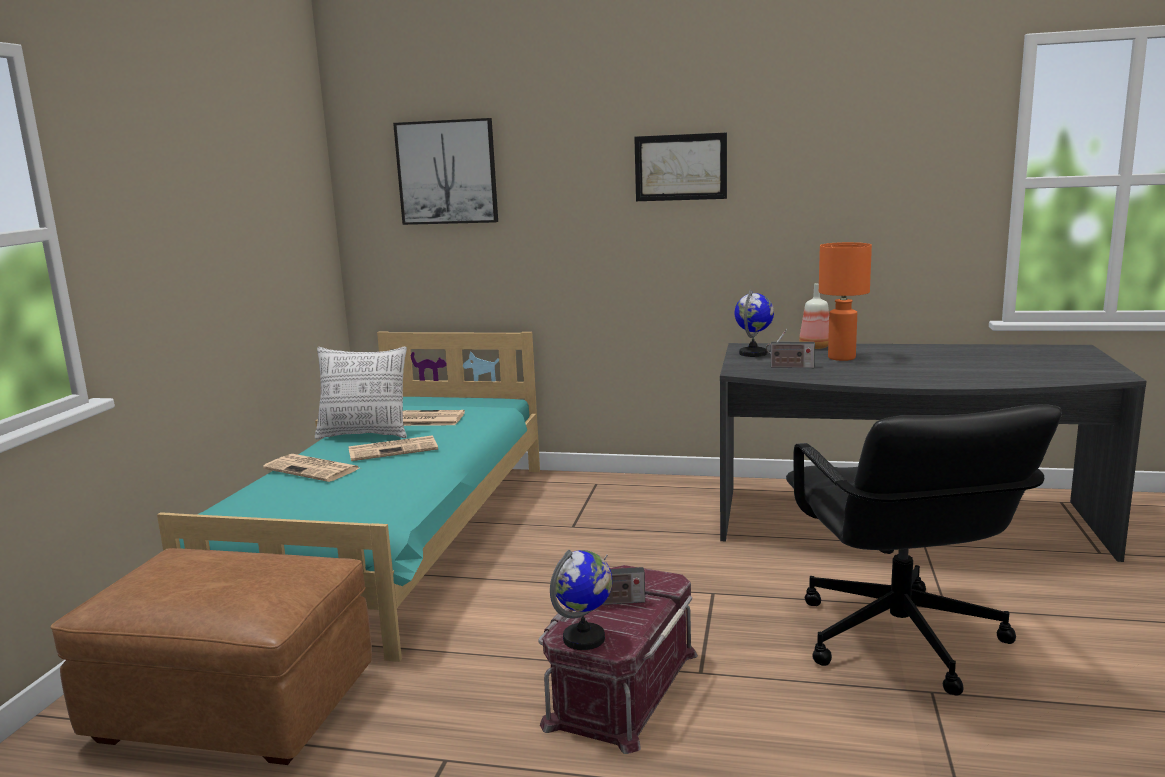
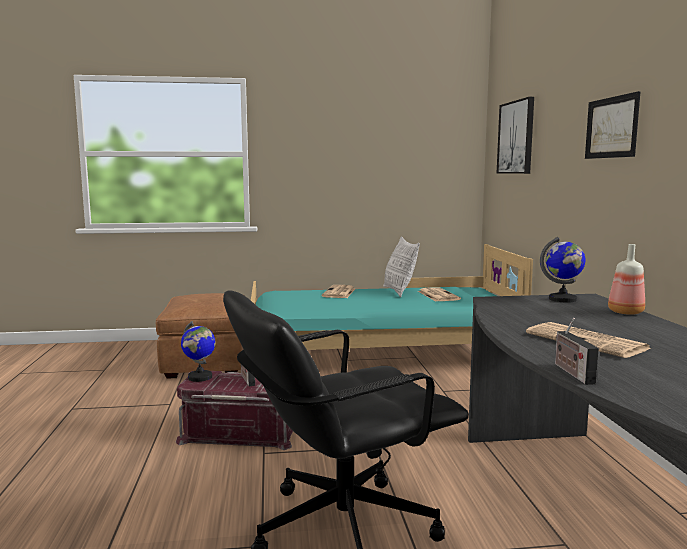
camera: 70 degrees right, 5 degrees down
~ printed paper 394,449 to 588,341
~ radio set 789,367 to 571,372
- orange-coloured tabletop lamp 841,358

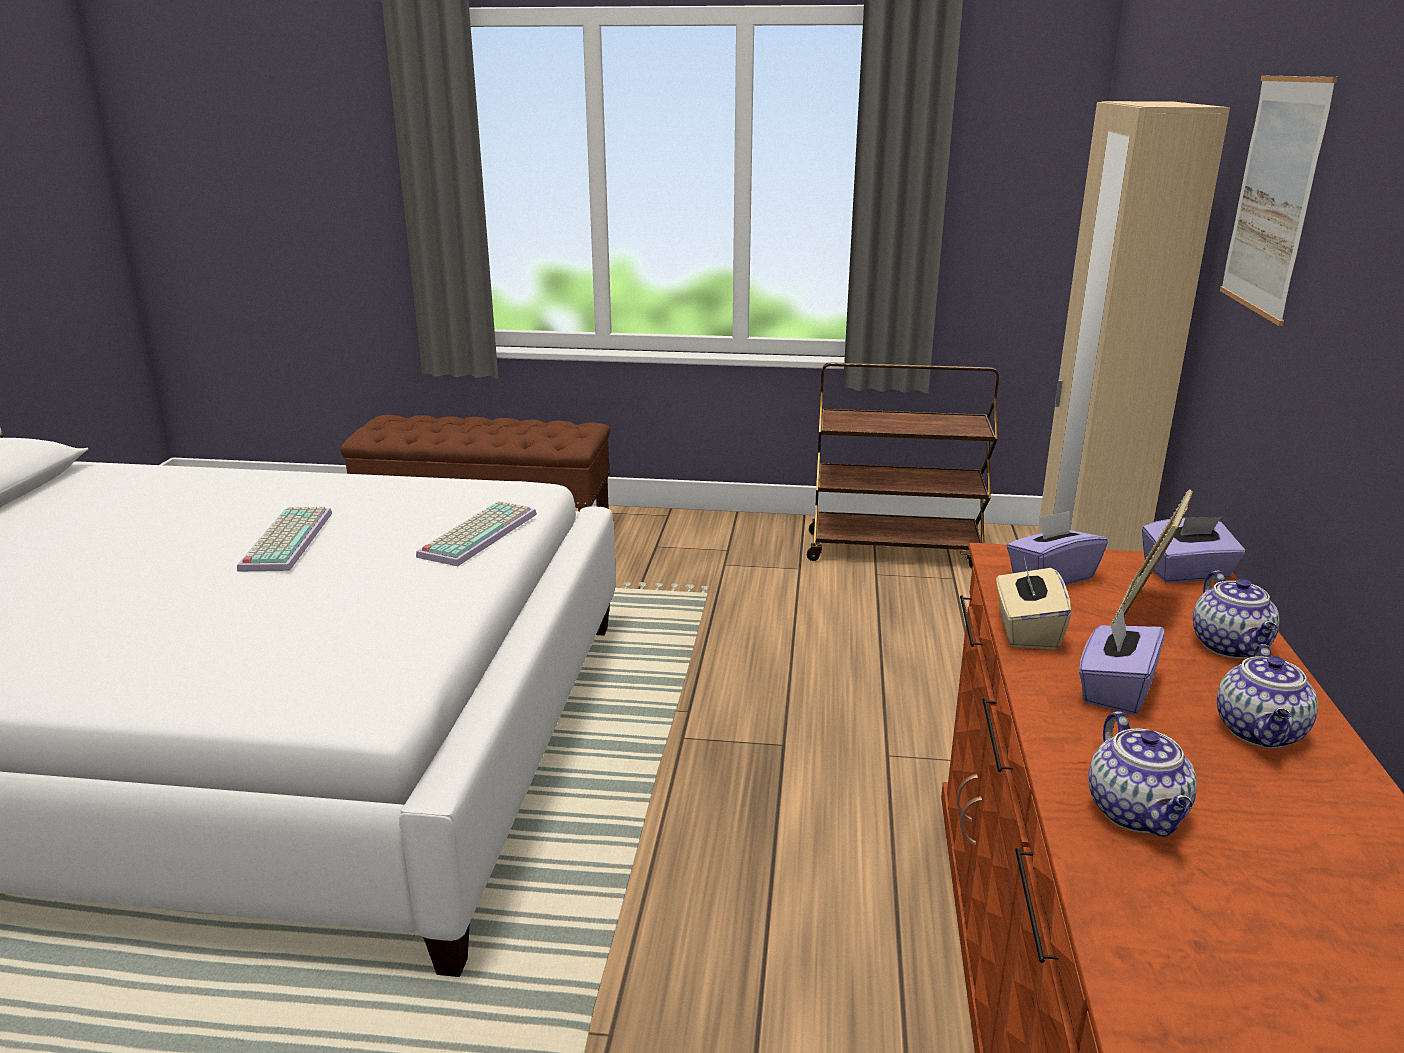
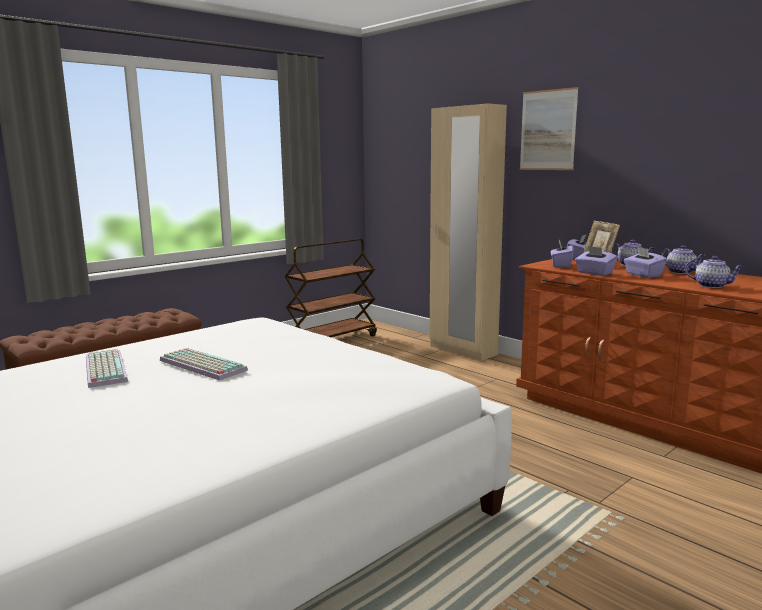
camera: 50 degrees left, 10 degrees down
~ PC keyboard 477,533 to 103,369
~ sand-coloured box of tissues 1026,631 to purplish box of tissues 594,273

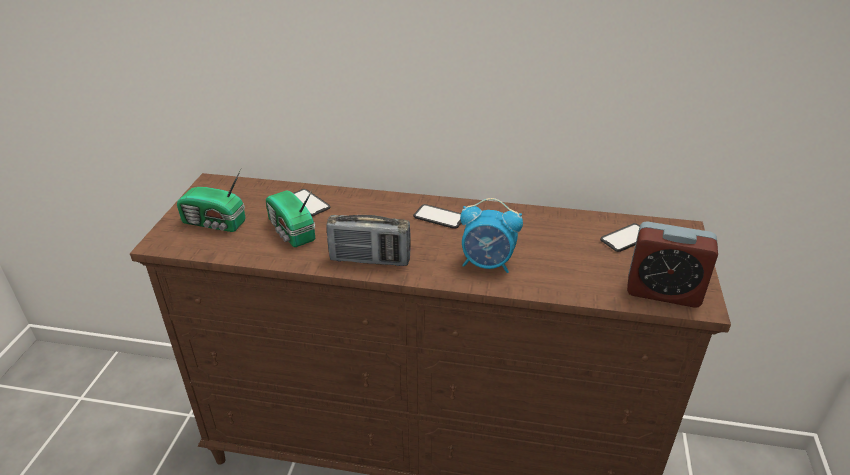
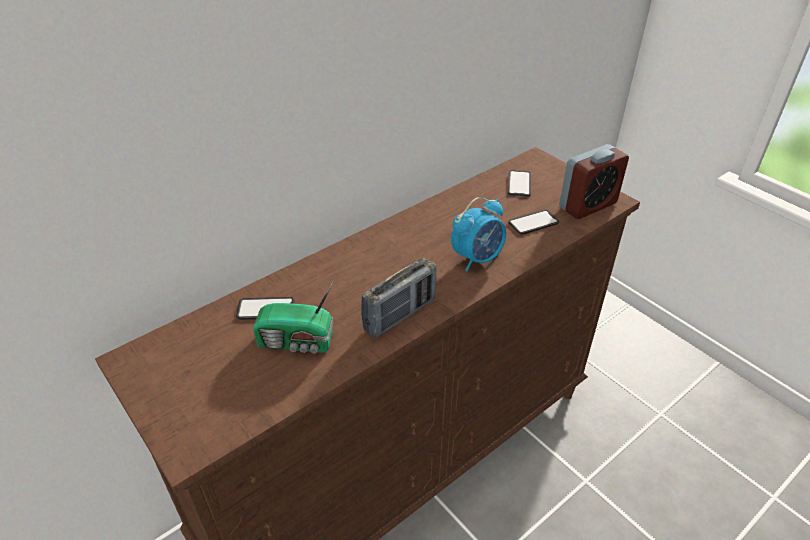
camera: 50 degrees left, 5 degrees up
~ phone 439,217 to 533,223
- radio set 215,223

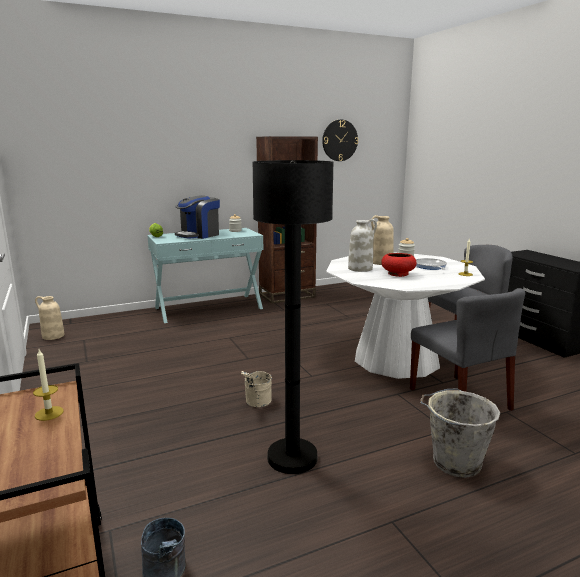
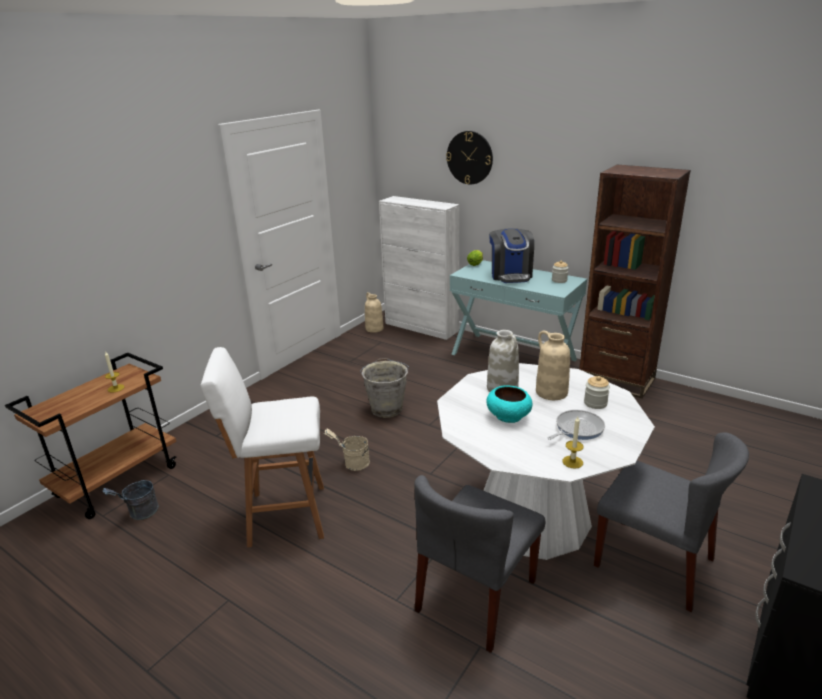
camera: 60 degrees right, 10 degrees up
~ black-coloured standard lamp 292,457 to white stool seat 283,515
~ grey water bucket 454,462 to 386,408
+ white storage cabinet 421,327
~ clock on the wall 339,140 to 469,157
~ red bowl 397,274 to turquoise bowl 508,415
~ coffee maker 199,235 = 510,275 105 degrees counterclockwise

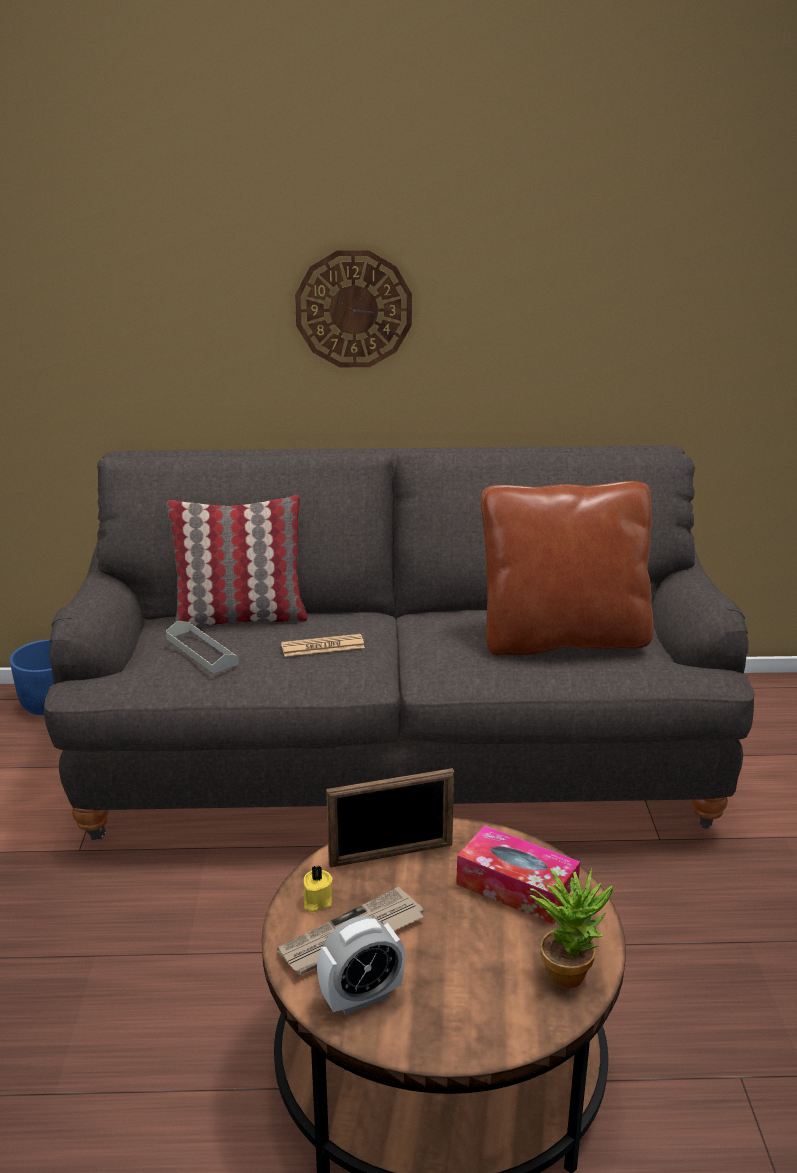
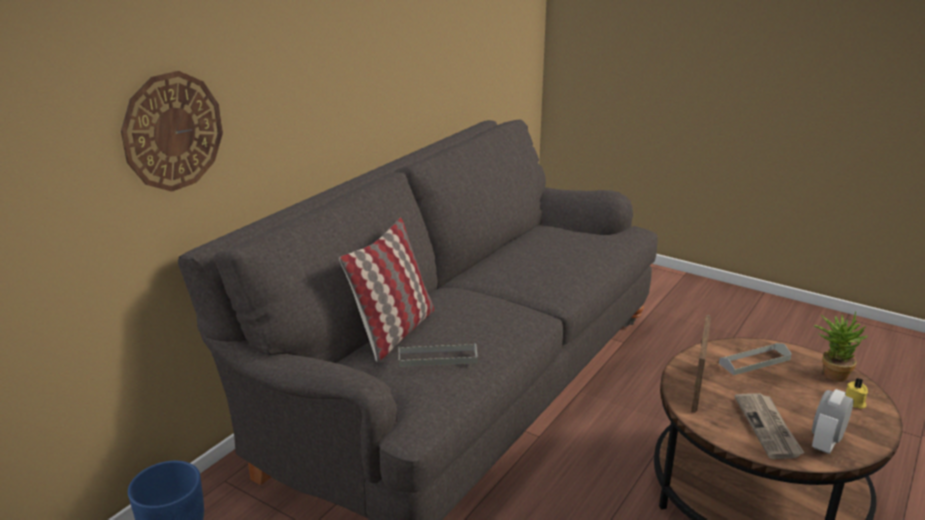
camera: 55 degrees left, 0 degrees up
~ clock on the wall 353,309 to 173,131
~ box of tissues 516,887 to grey serving tray 754,361
~ alarm clock 361,997 = 826,443 150 degrees counterclockwise
~ yellow wax light 316,901 to 854,403
- printed paper 322,646
- brown pillow 563,639

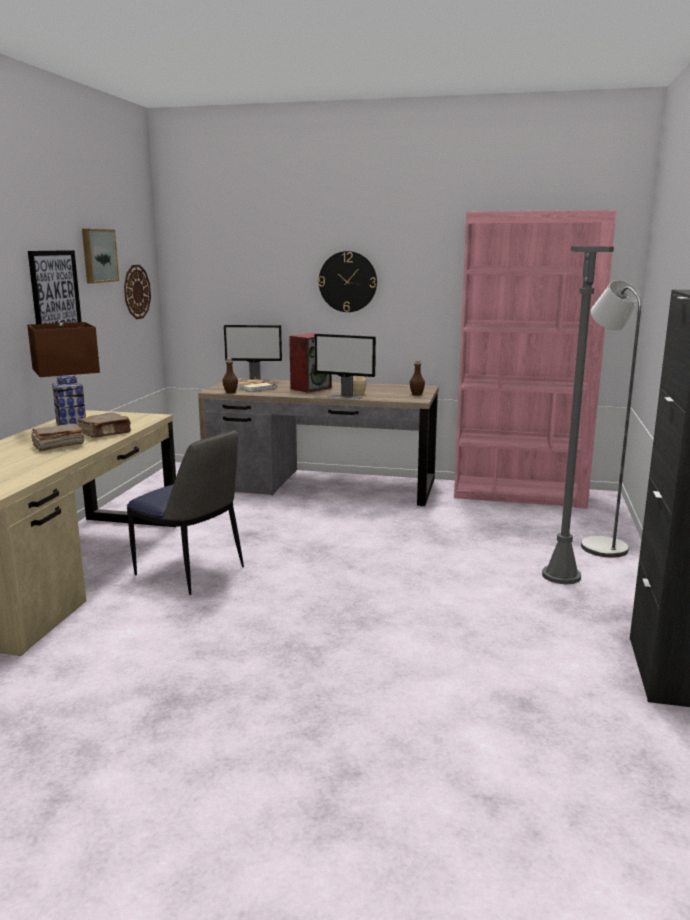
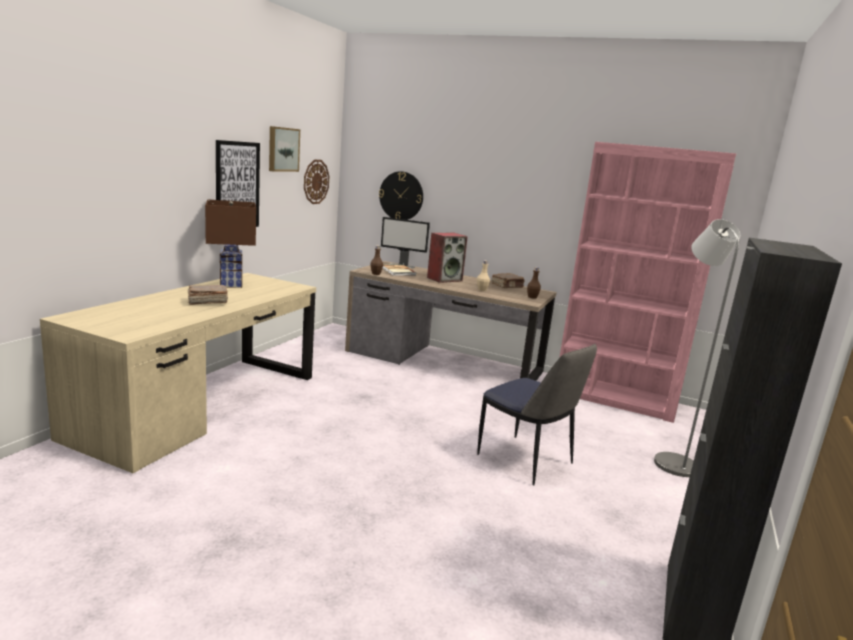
camera: 10 degrees right, 0 degrees up
~ clock on the wall 347,281 to 401,196
~ plain chair 191,572 to 527,460
~ brown book 106,433 to 507,286
- monitor 345,397
- grey standard lamp 561,576

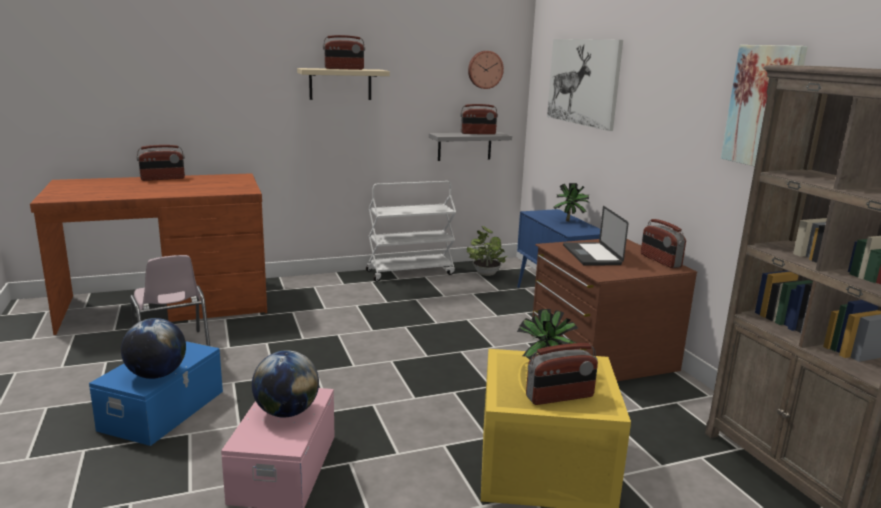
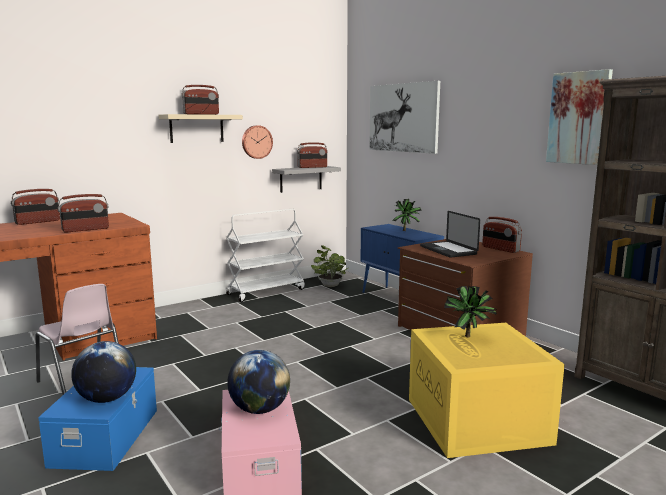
camera: 15 degrees left, 5 degrees down
~ radio set 560,397 to 85,229
~ clock on the wall 485,69 to 256,142

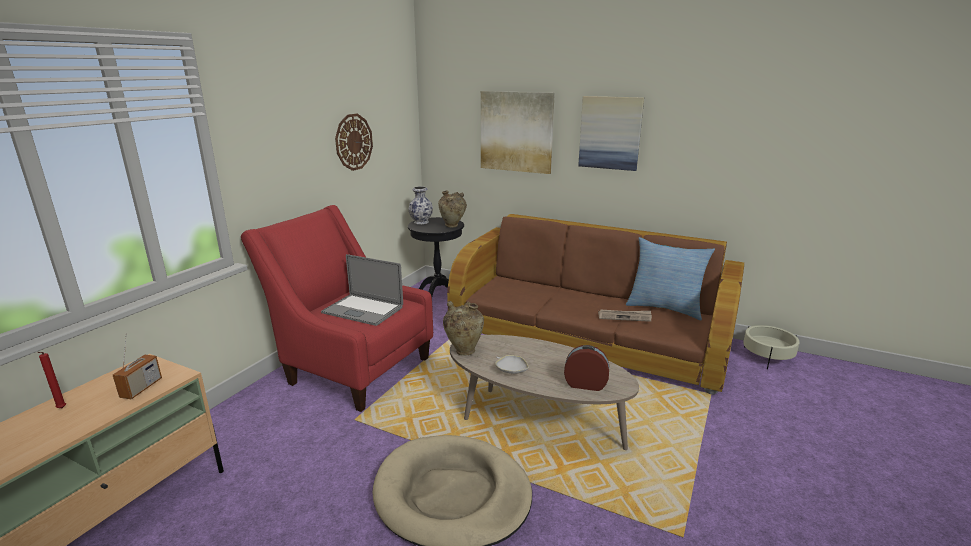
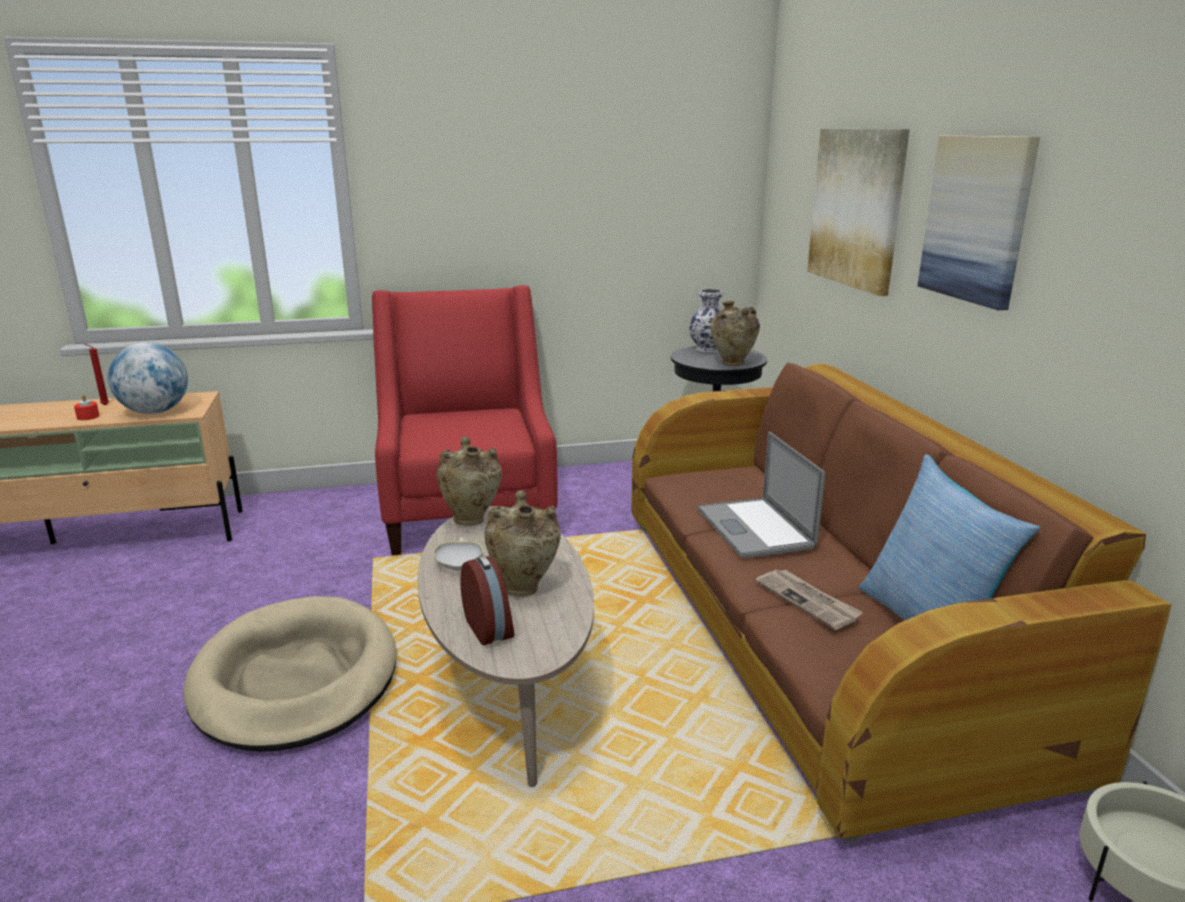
camera: 50 degrees right, 0 degrees up
+ red wax light 88,417
~ radio set 141,388 to desk globe 155,412
+ sand-coloured flower vase 523,587
~ portable computer 363,310 to 754,528
- clock on the wall 353,142

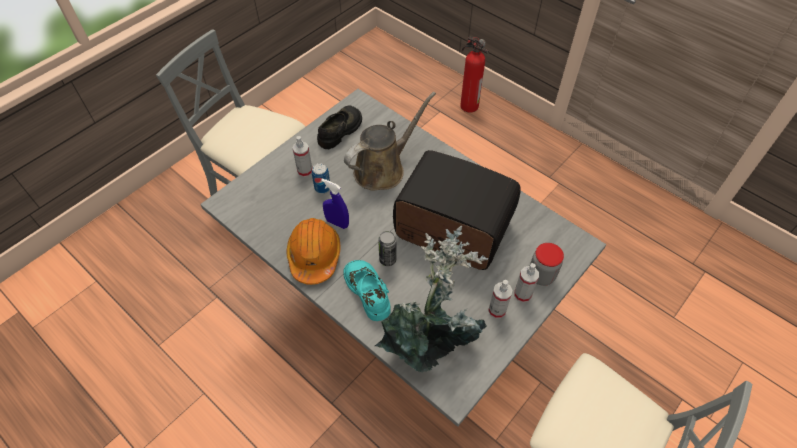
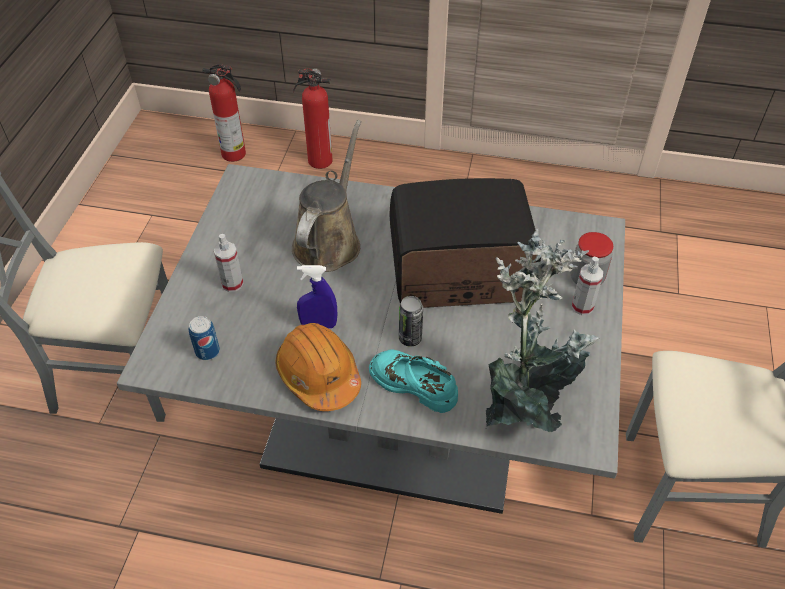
camera: 30 degrees left, 5 degrees down
~ sealed can 322,188 to 207,351
+ fire-fighting cylinder 235,154
- black-coloured low shoe 340,131
- spray bottle 497,310

